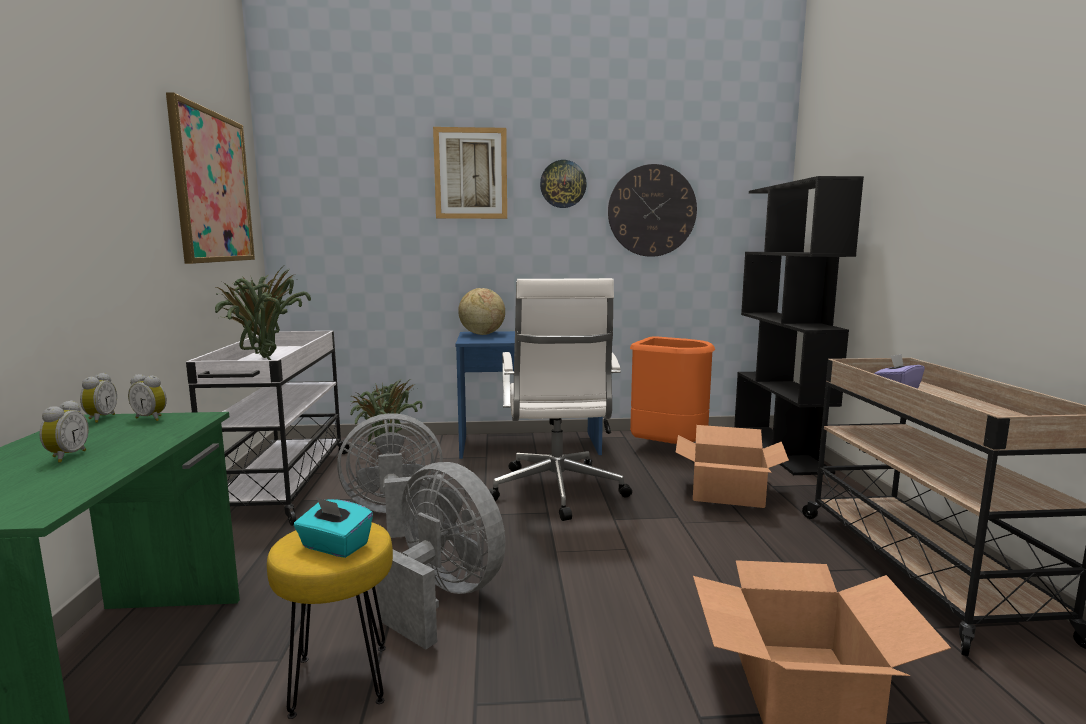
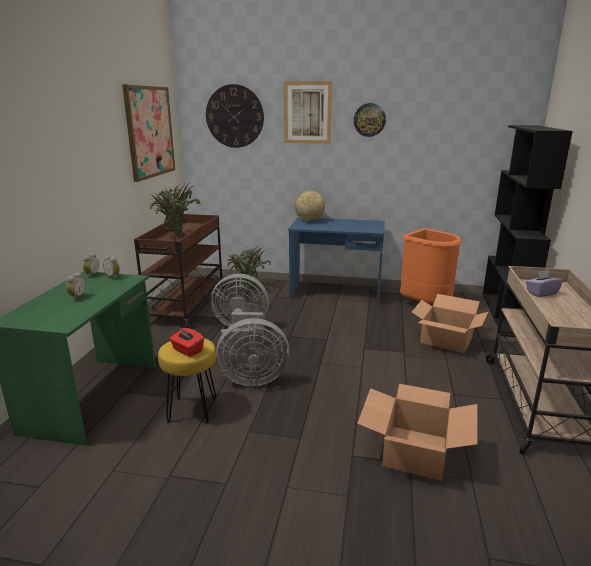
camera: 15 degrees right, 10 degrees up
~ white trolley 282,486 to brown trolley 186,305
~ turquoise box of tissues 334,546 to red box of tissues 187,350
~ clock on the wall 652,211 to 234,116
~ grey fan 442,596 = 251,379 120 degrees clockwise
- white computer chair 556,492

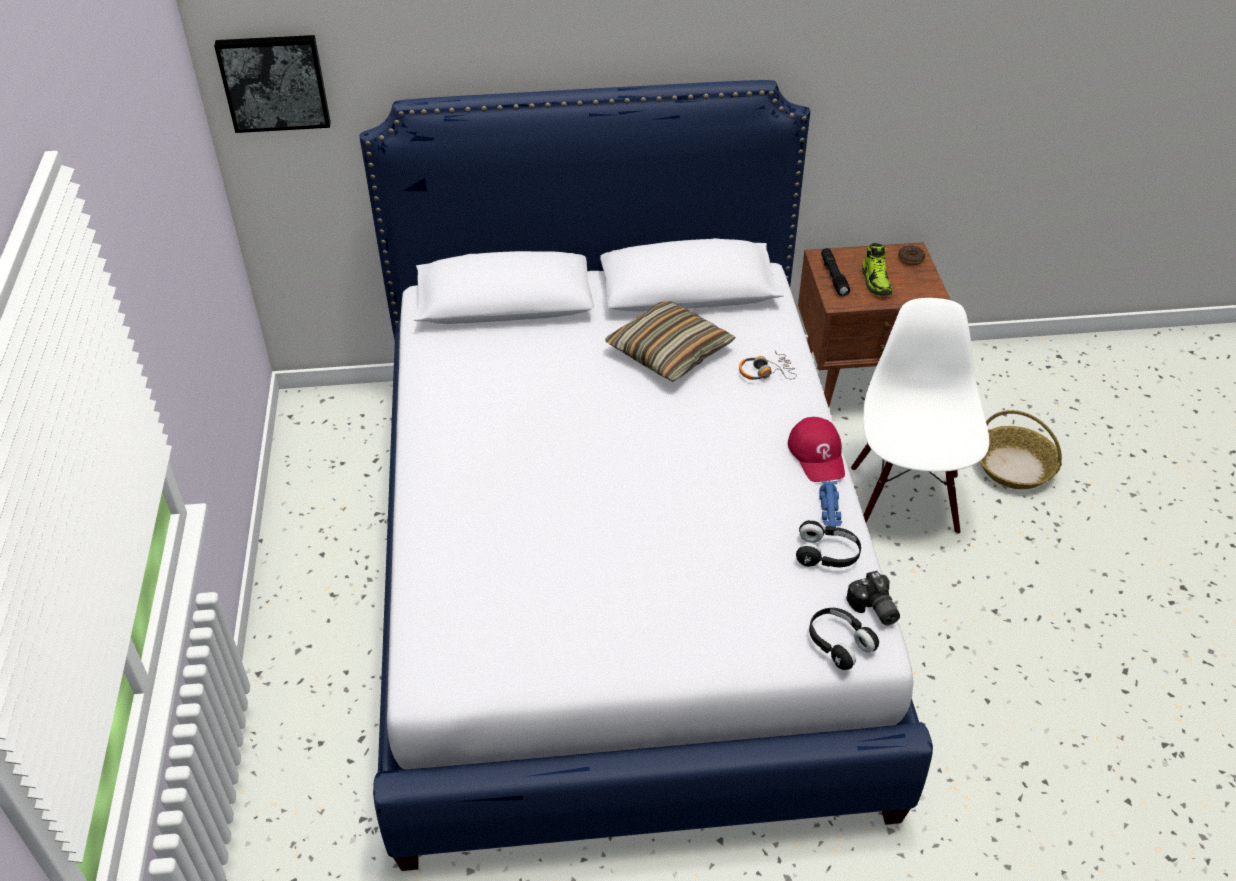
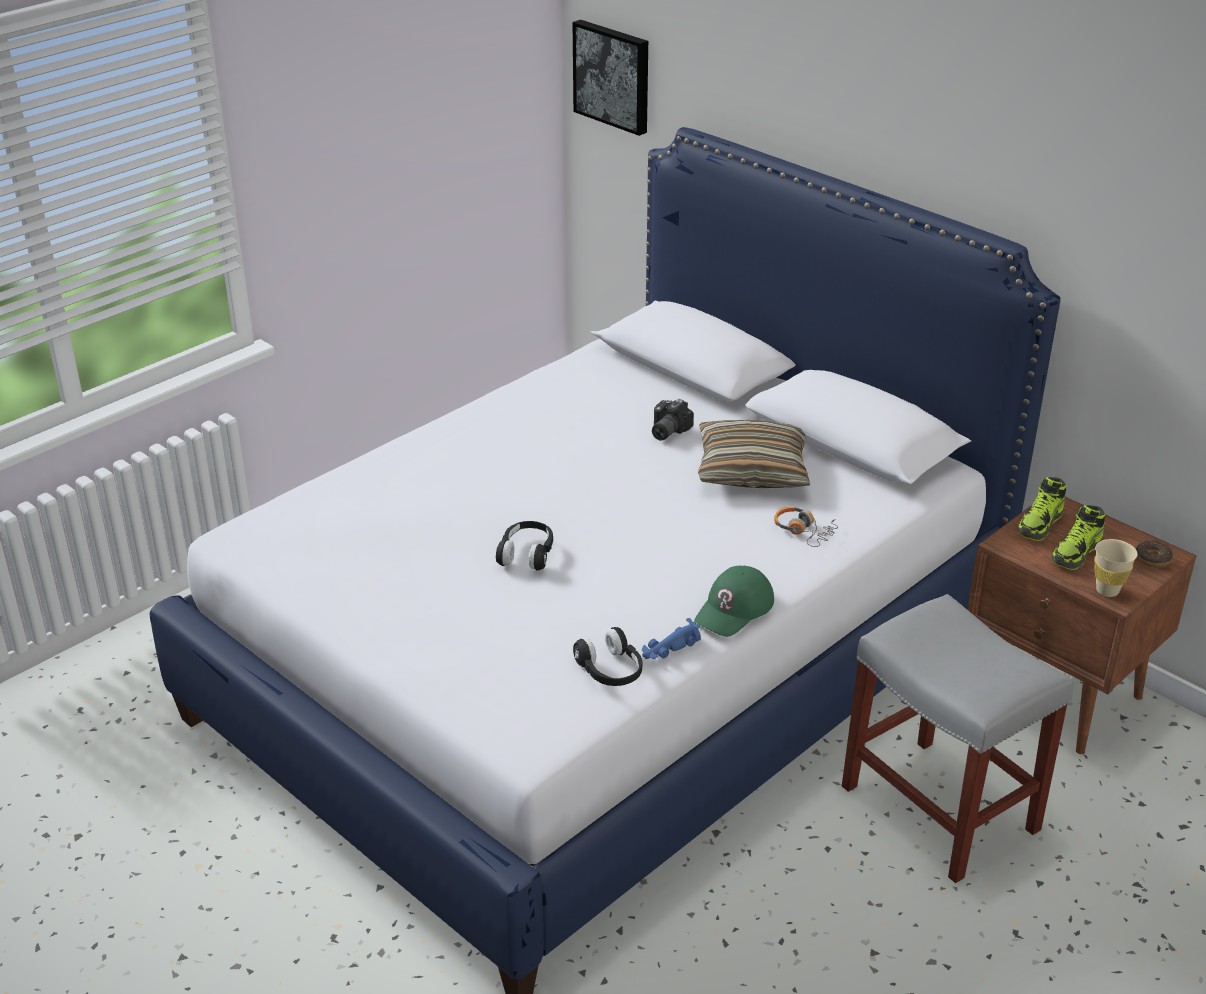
camera: 50 degrees right, 10 degrees down
~ black-coloured headphones 839,643 to 527,554
~ photo camera 873,609 to 666,431
~ red cap 817,455 to green cap 734,609
~ white plain chair 906,499 to grey stool seat 942,809
~ black-coloured flashlight 833,276 to low shoe 1040,524
+ sand-coloured drinking cup 1107,590
- household basket 1015,467

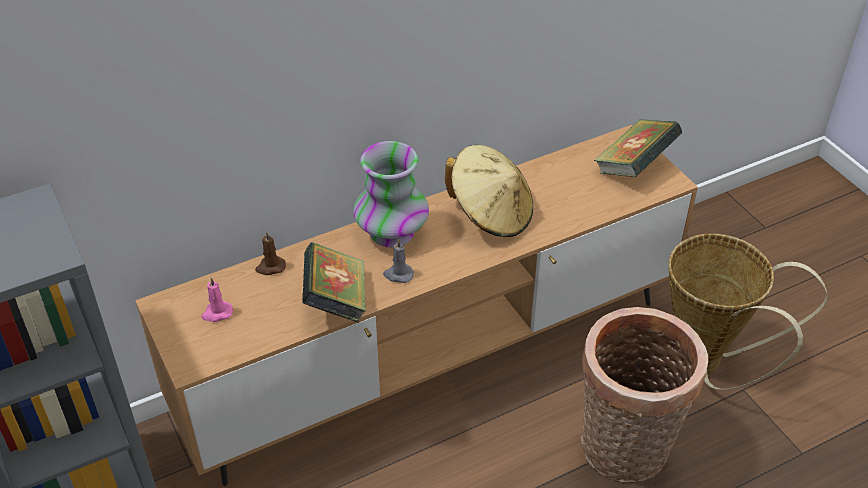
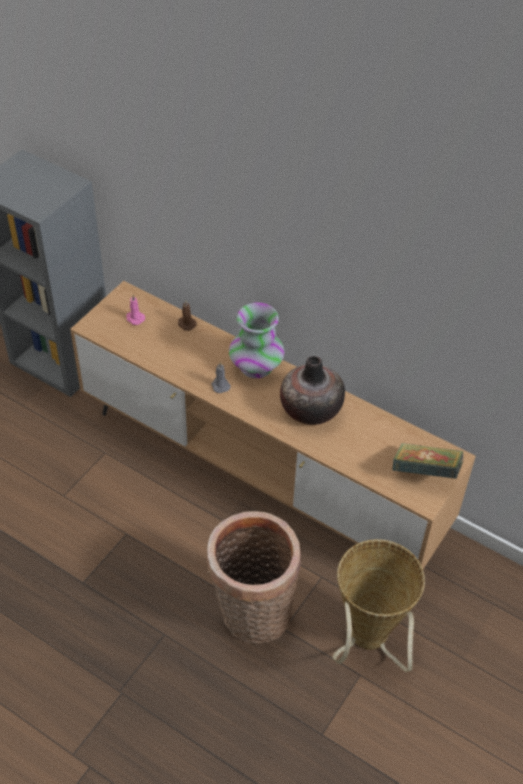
camera: 60 degrees right, 5 degrees up
~ sand-coloured clothing hat 491,214 to flower vase 310,409
- book 336,301

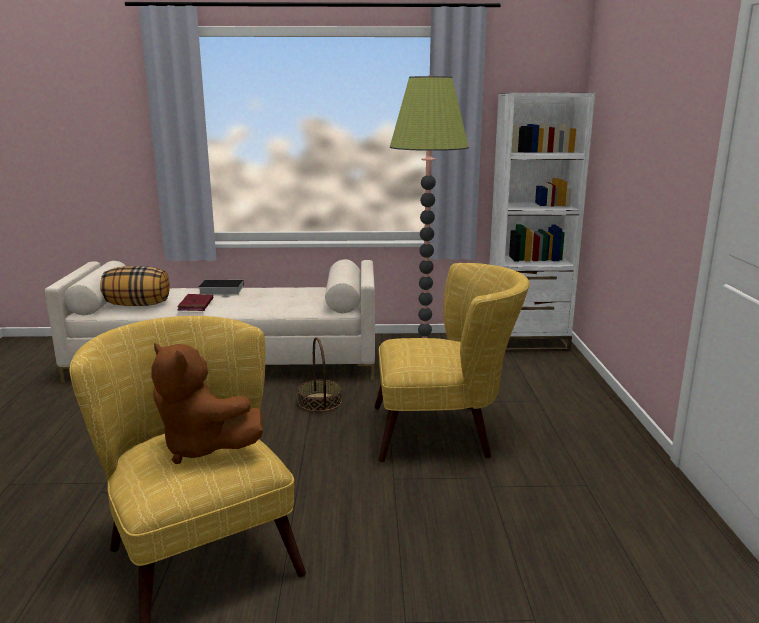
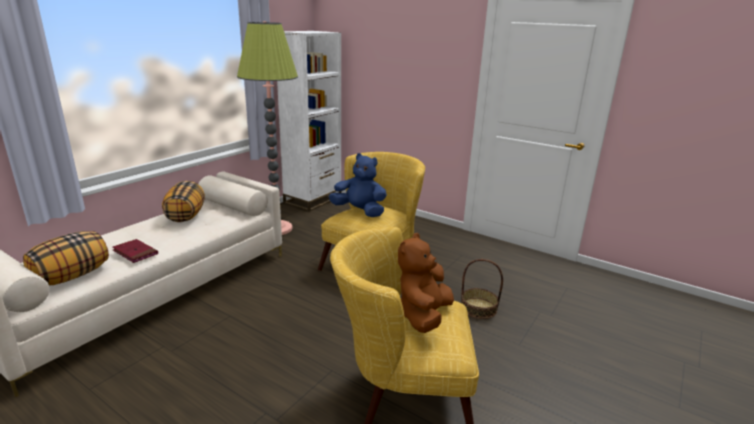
camera: 55 degrees left, 5 degrees up
+ pillow 185,216
+ blue soft toy 359,211
~ brown soft toy 202,448 = 423,315 135 degrees clockwise
~ household basket 320,402 to 478,308
- book 220,290

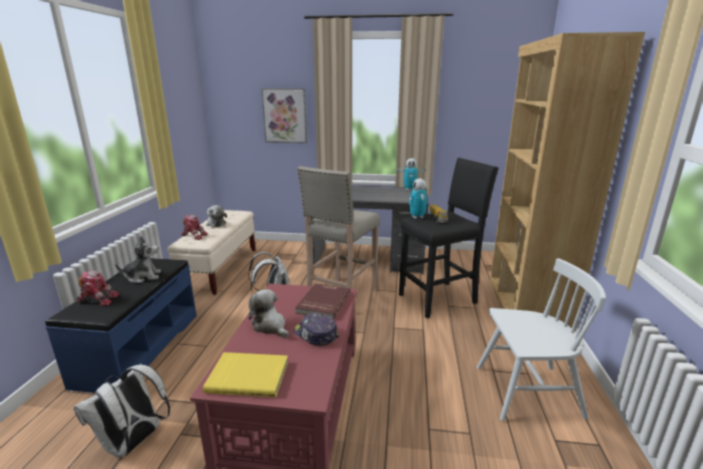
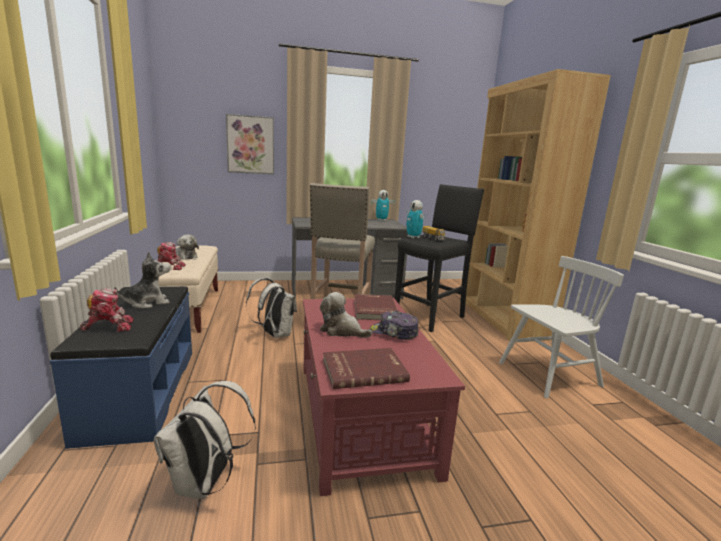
camera: 20 degrees left, 5 degrees down
~ yellow book 248,376 to red book 363,370

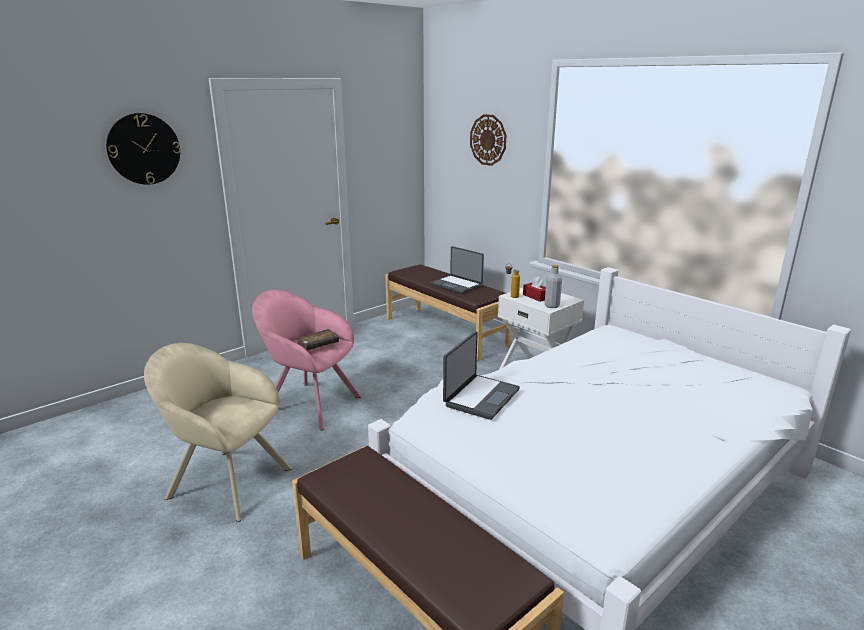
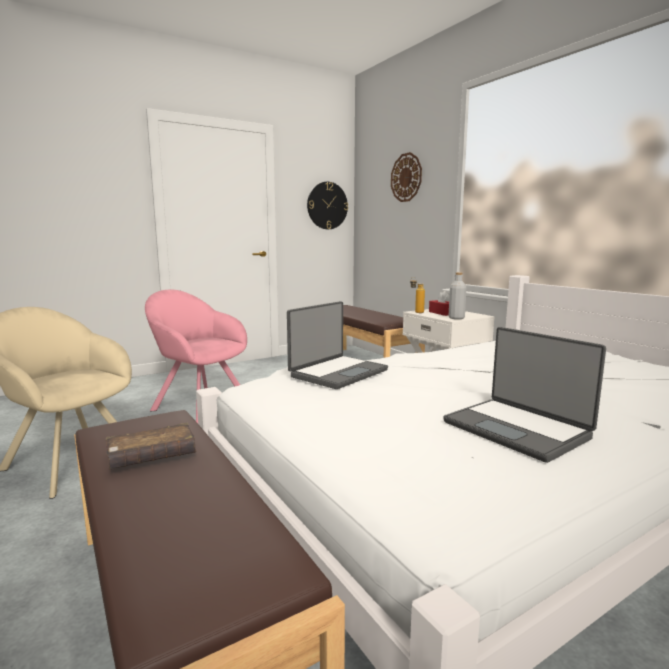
camera: 10 degrees right, 10 degrees down
~ brown book 317,345 to 152,457
~ clock on the wall 144,149 to 327,205
~ portable computer 457,285 to 517,429

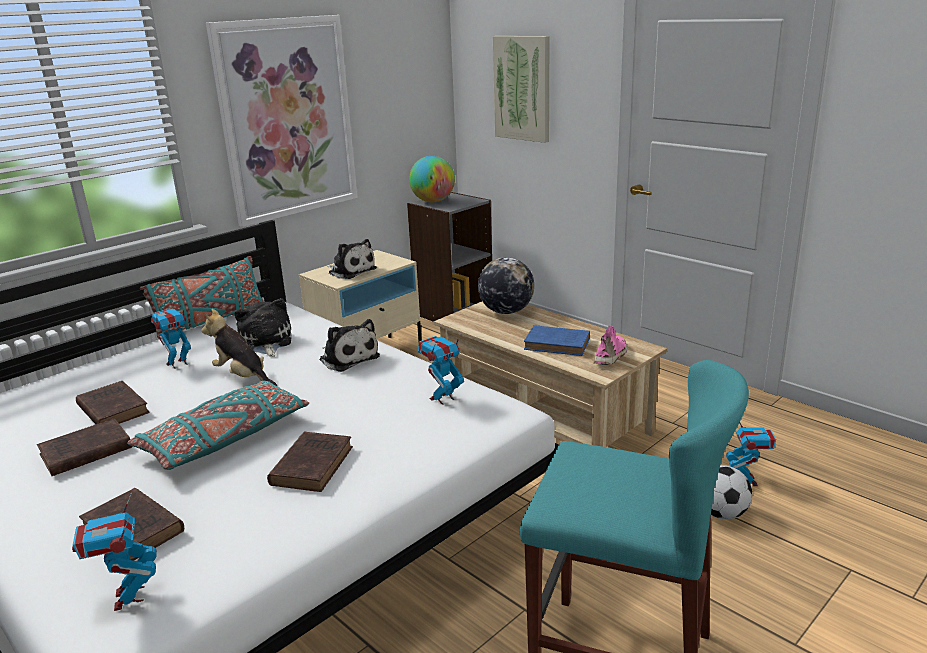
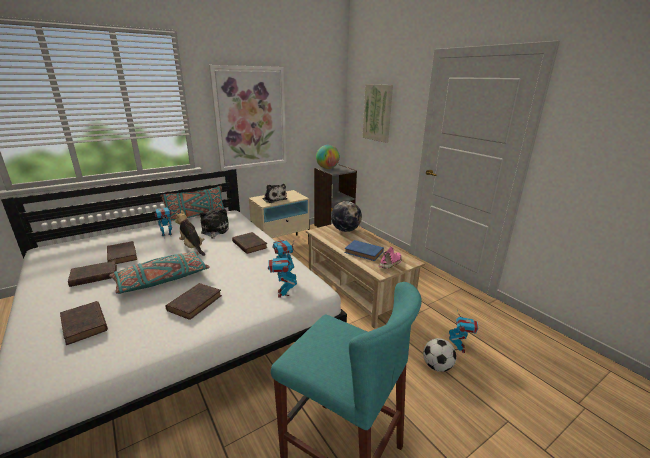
camera: 10 degrees right, 0 degrees up
~ soft toy 348,358 to brown book 249,244
~ robot figure 128,597 to 283,293

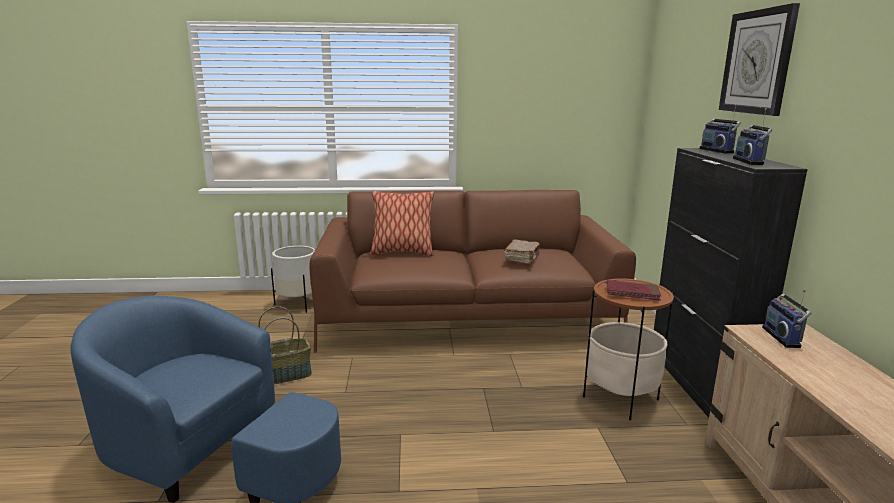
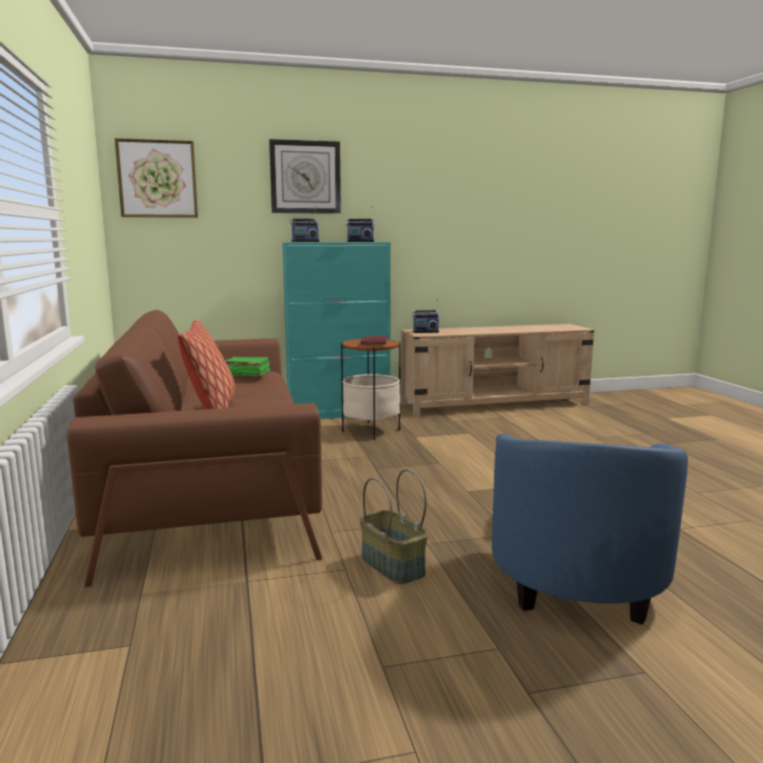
camera: 100 degrees left, 5 degrees down
+ wall picture 157,179
~ brown book 522,259 to green book 246,375
~ black-coloured storage cabinet 698,382 to turquoise storage cabinet 339,413
- white plant pot 298,304

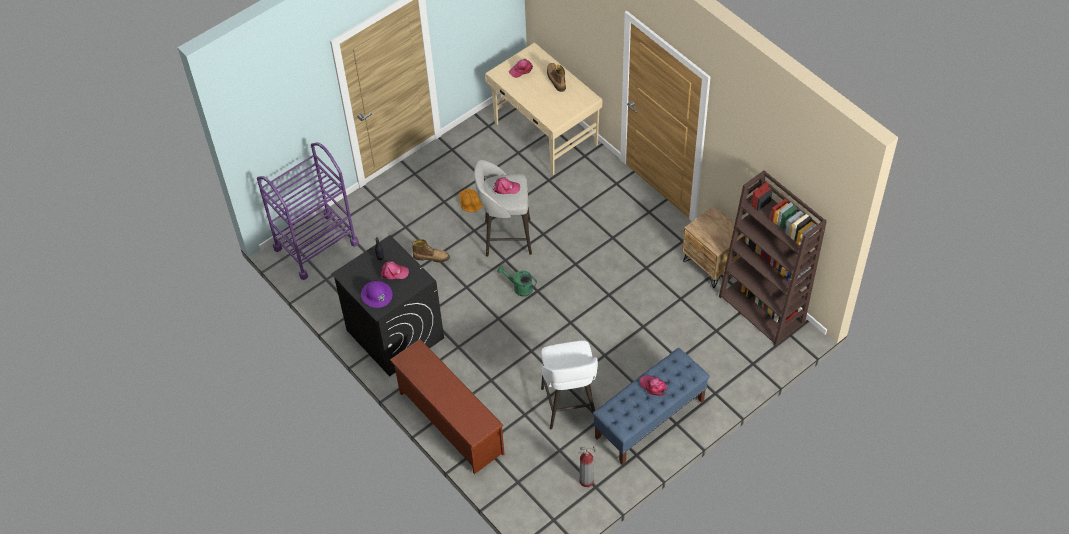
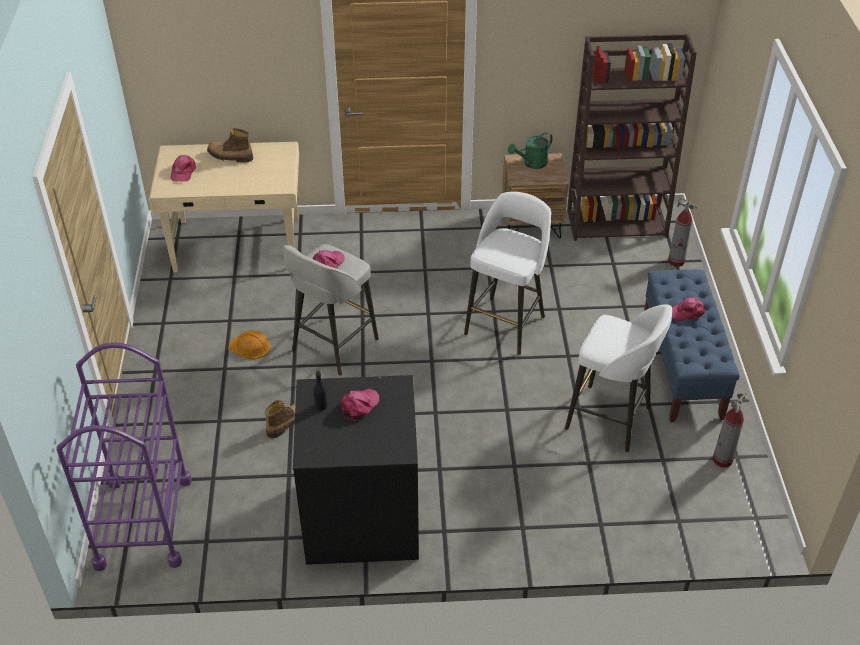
camera: 55 degrees left, 10 degrees down
+ white stool seat 506,324
~ green sprinkling can 519,288 to 531,164
+ fire-fighting cylinder 676,261
- purplish hard hat 376,295
- brown shoe stand 449,423

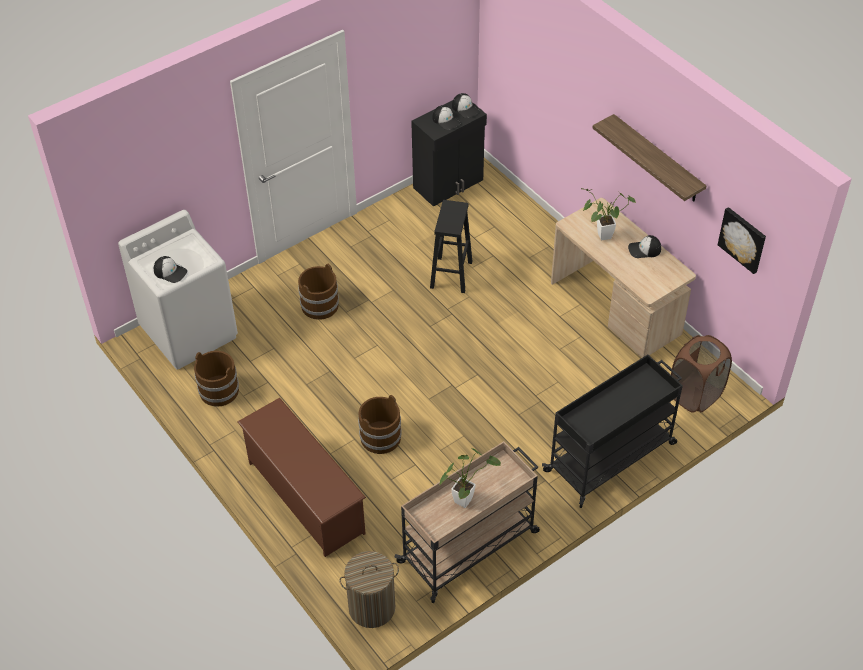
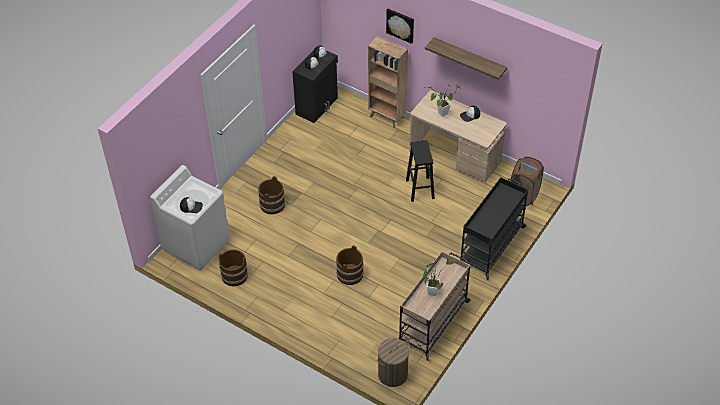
camera: 20 degrees left, 0 degrees up
+ brown bookcase 387,117
~ wall picture 743,239 to 400,25
~ black-coloured stool seat 451,274 to 419,188
- brown shoe stand 305,497

